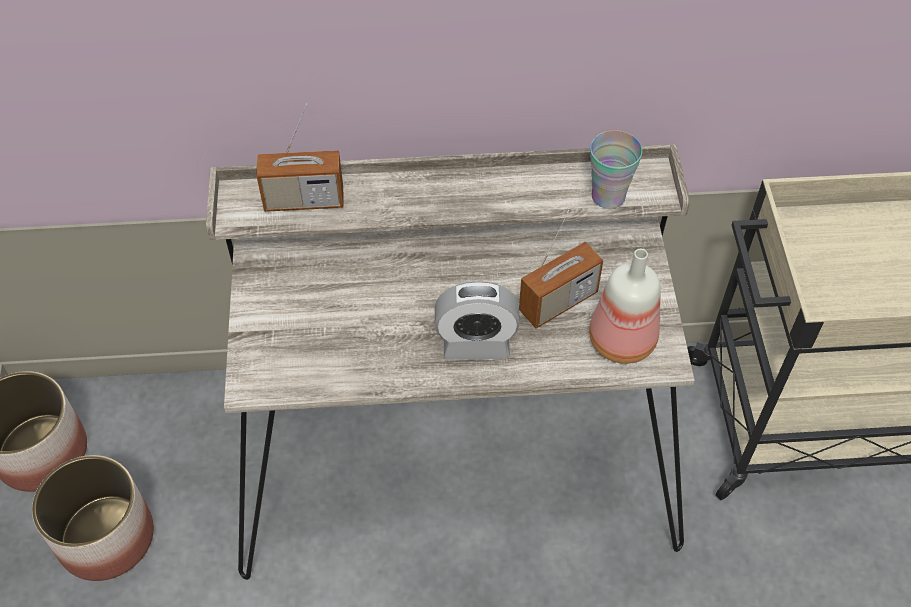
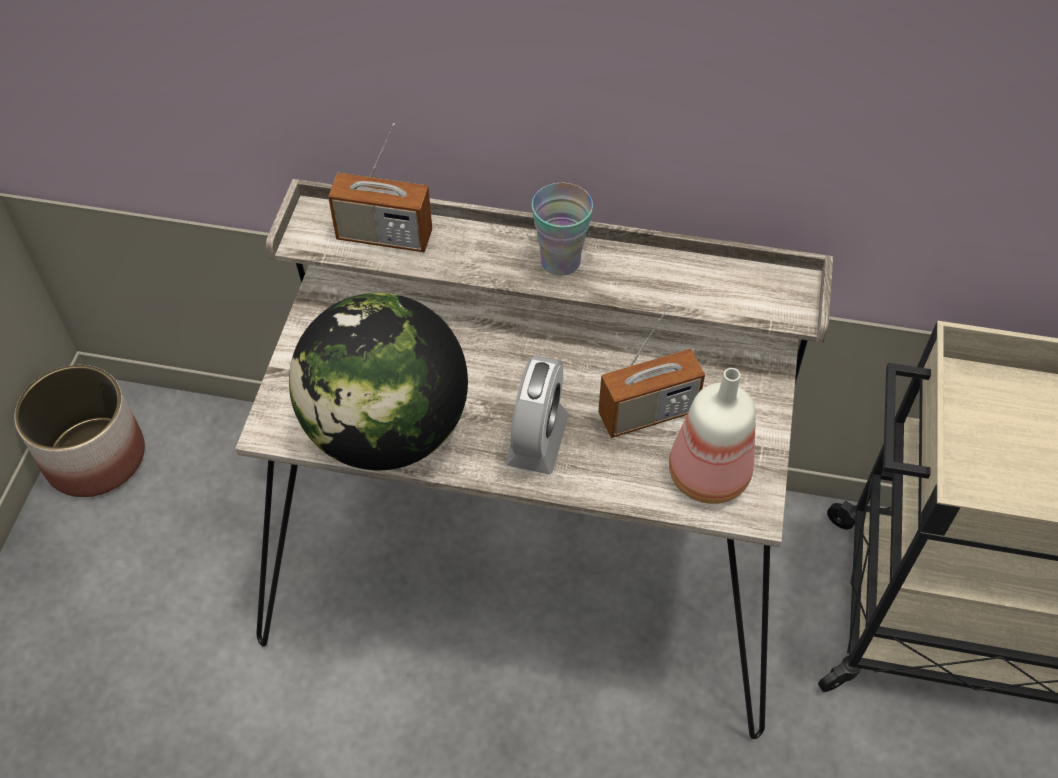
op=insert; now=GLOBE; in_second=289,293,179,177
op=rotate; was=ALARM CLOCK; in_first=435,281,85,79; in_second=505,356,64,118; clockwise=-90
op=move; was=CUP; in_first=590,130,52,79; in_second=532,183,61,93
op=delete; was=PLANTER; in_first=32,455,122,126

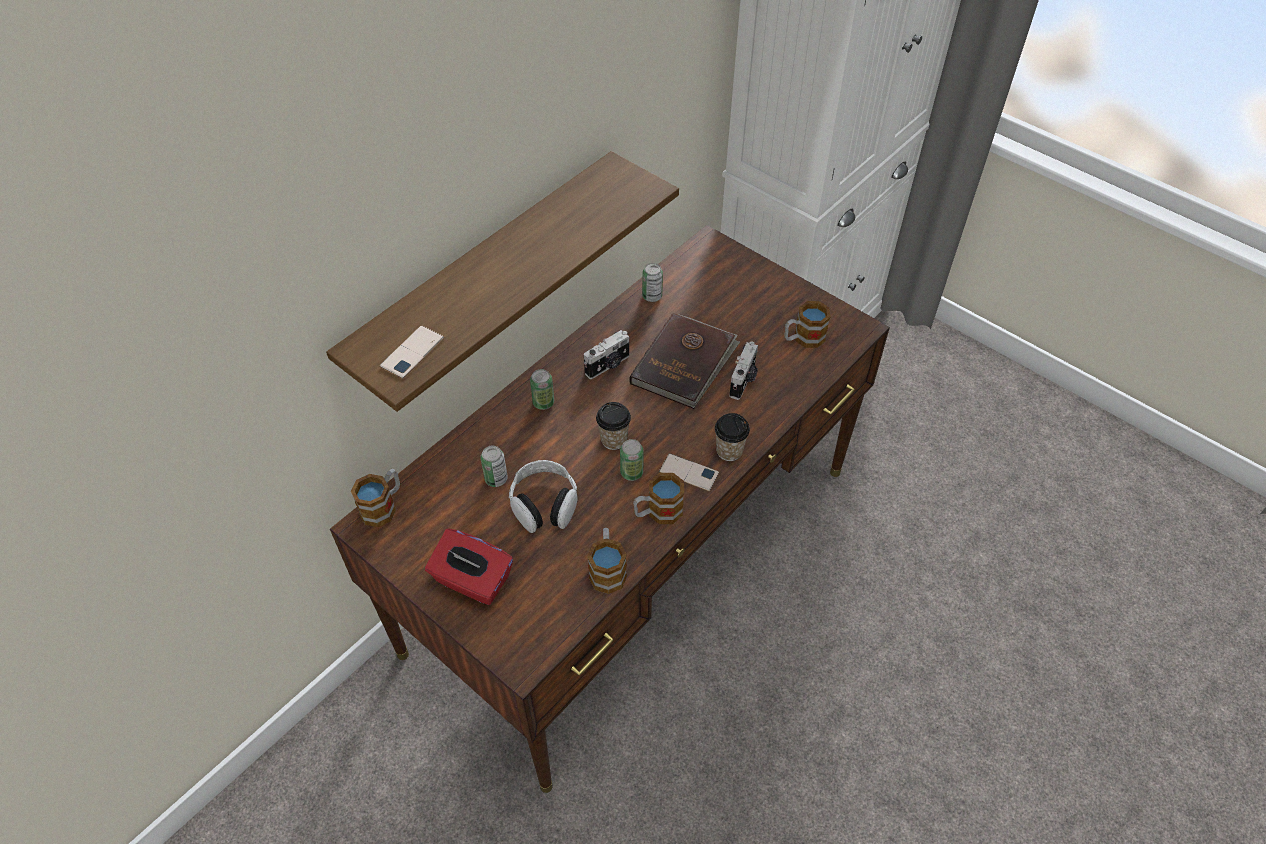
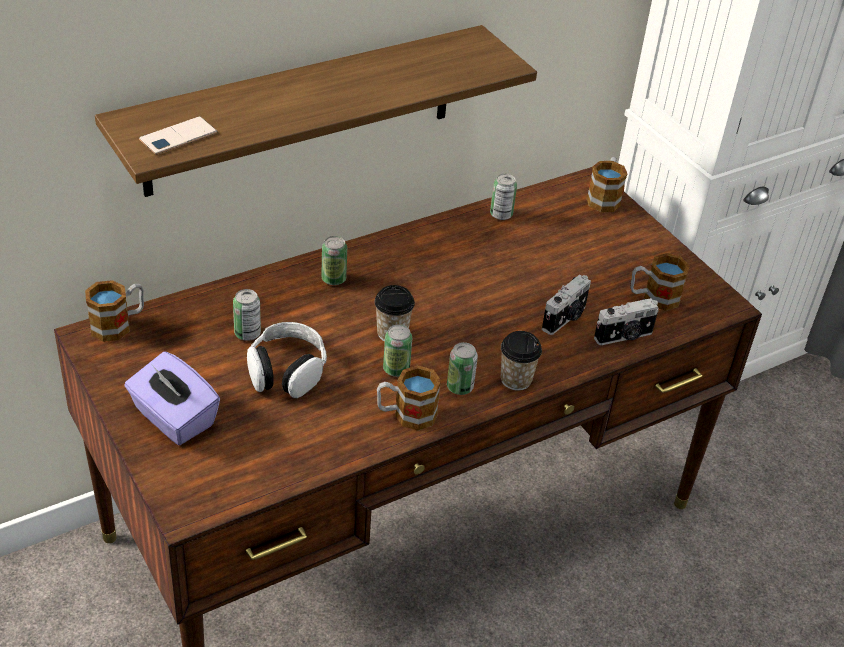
op=recolor; was=RED TISSUE BOX; now=PURPLE TISSUE BOX; in_first=425,528,88,77; in_second=124,352,96,93
op=replace; was=PHONE; now=CAN; in_first=659,453,60,38; in_second=447,342,31,53
op=move; was=MUG; in_first=587,528,40,66; in_second=586,157,41,55
op=move; was=PHOTO CAMERA; in_first=584,330,46,49; in_second=594,298,65,47
op=delete; was=BROWN BOOK; in_first=629,313,111,96

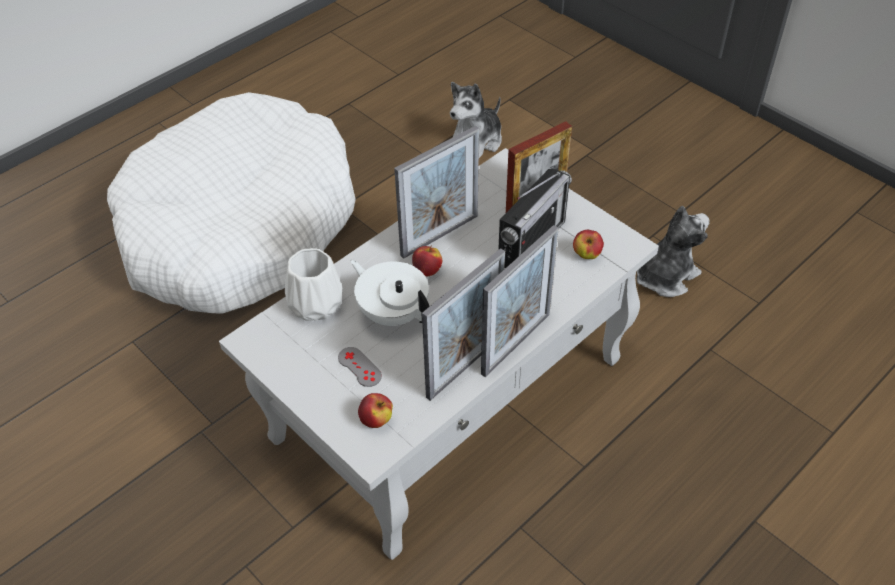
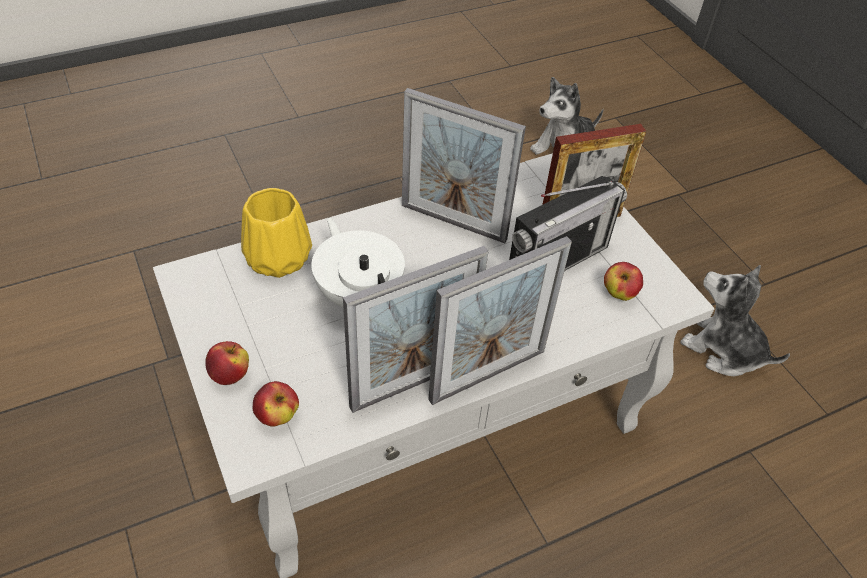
op=move; was=APPLE; in_first=412,246,30,30; in_second=205,341,44,44
op=recolor; was=WHITE VASE; now=YELLOW VASE; in_first=285,248,57,73; in_second=241,188,71,90
op=rotate; was=PICTURE FRAME; in_first=394,126,85,133; in_second=402,88,124,156; clockwise=45
op=rotate; was=PLUSH TOY; in_first=637,206,73,91; in_second=680,265,110,111; clockwise=-120
op=delete; was=WHITE DOG BED; in_first=107,92,249,221
op=delete; was=GREY GAME CONTROLLER; in_first=338,347,44,40

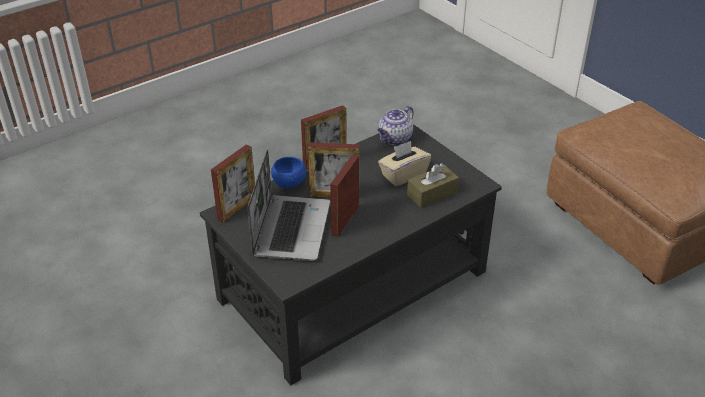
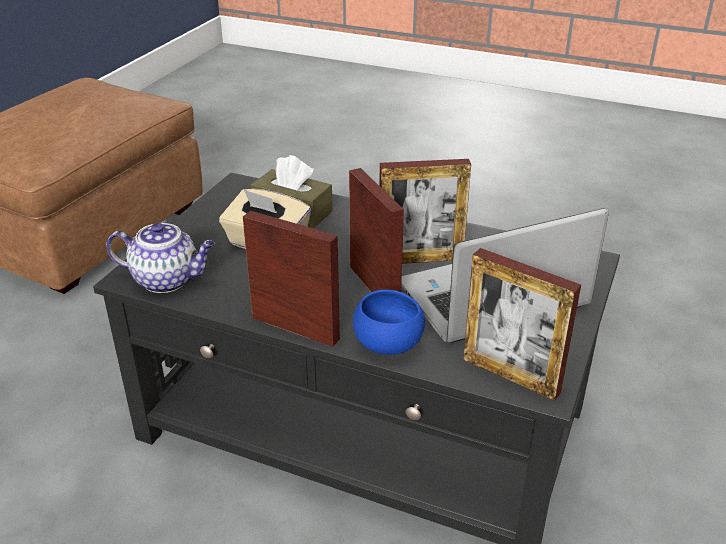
op=rotate; was=PICTURE FRAME; in_first=211,144,44,79; in_second=463,248,118,153; clockwise=-150

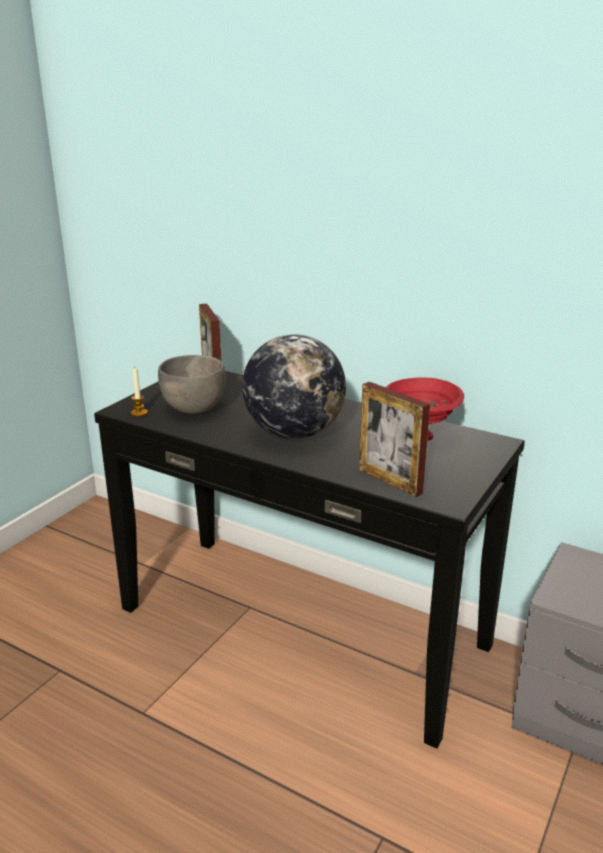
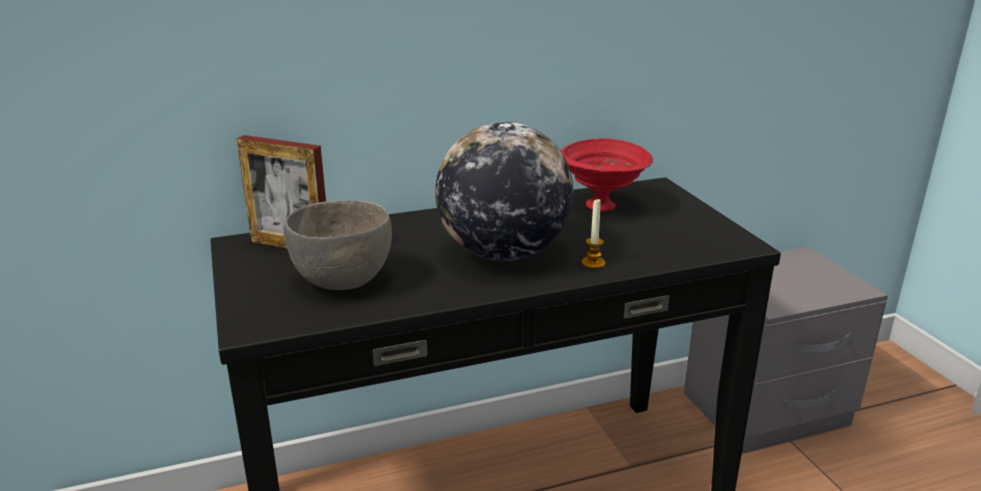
op=move; was=CANDLE; in_first=131,368,17,48; in_second=582,199,23,70
op=delete; was=PICTURE FRAME; in_first=359,382,71,115

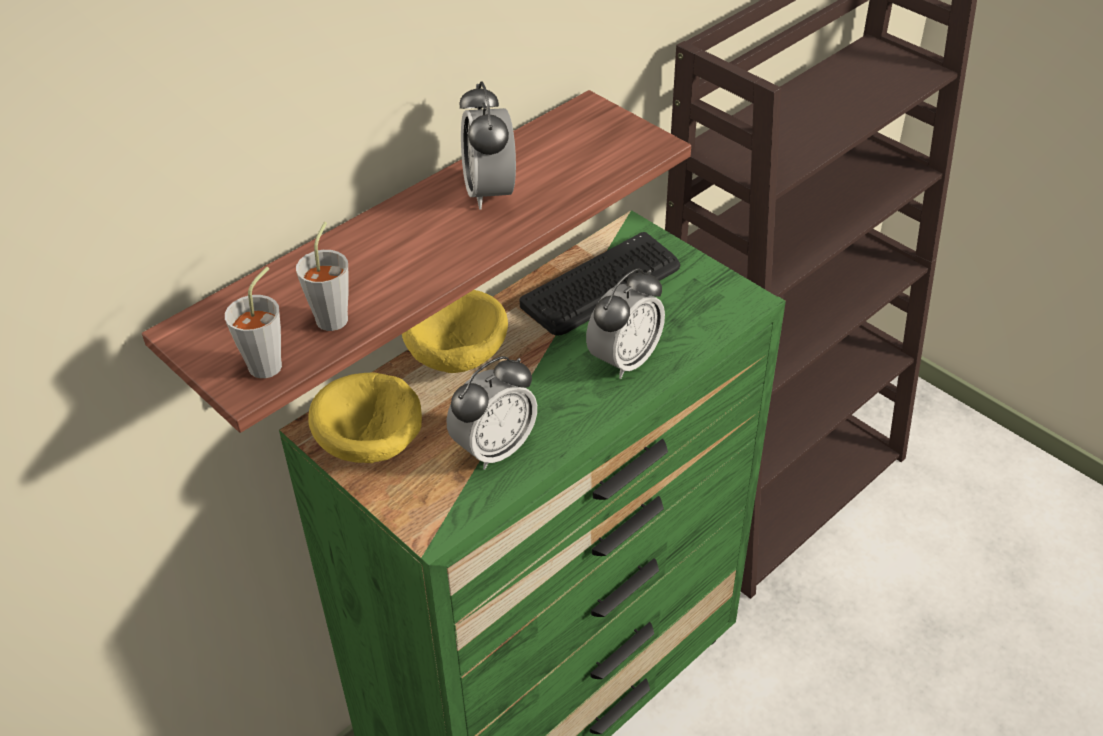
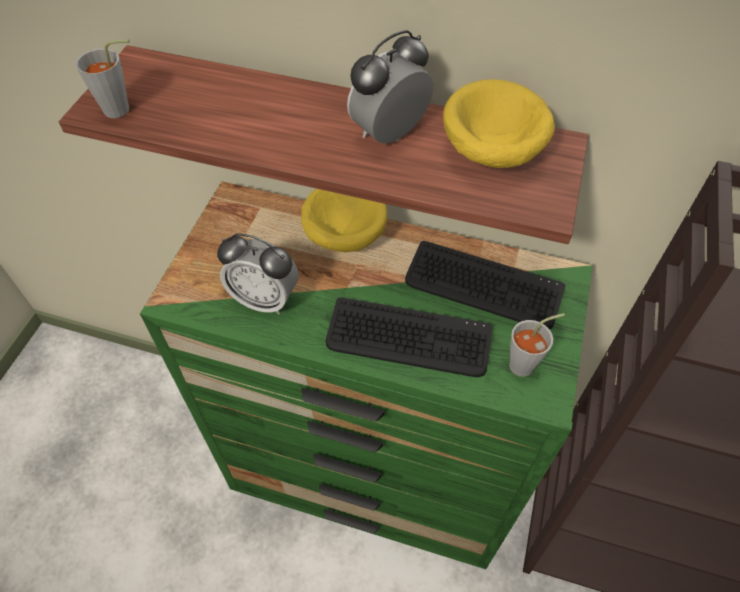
op=replace; was=ALARM CLOCK; now=KEYBOARD; in_first=586,268,79,111; in_second=326,297,167,80
op=move; was=YELLOW BOWL; in_first=308,373,114,90; in_second=443,79,112,89
op=move; was=GREY CUP; in_first=296,222,53,109; in_second=509,313,56,64

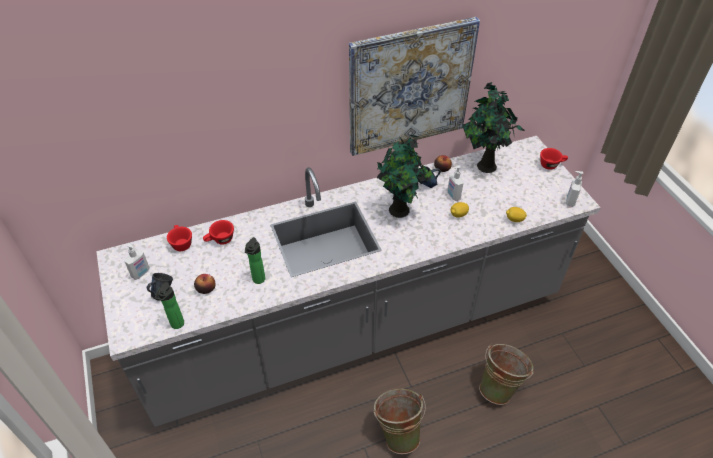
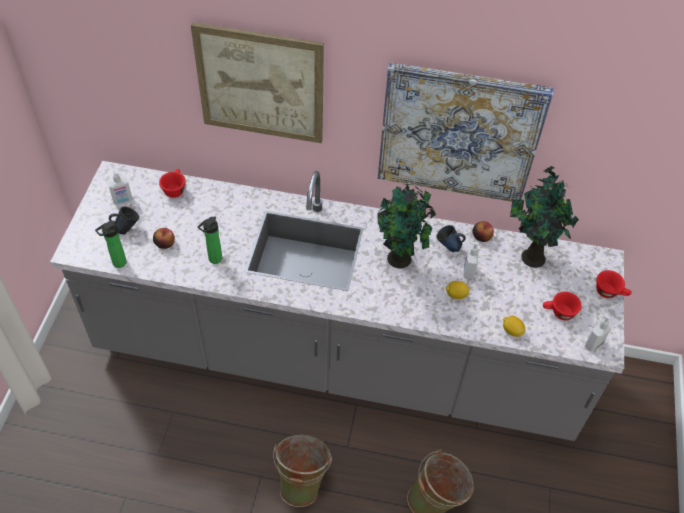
op=insert; now=PICTURE; in_second=191,22,133,121
op=move; was=RED CUP; in_first=203,220,31,25; in_second=543,292,39,28

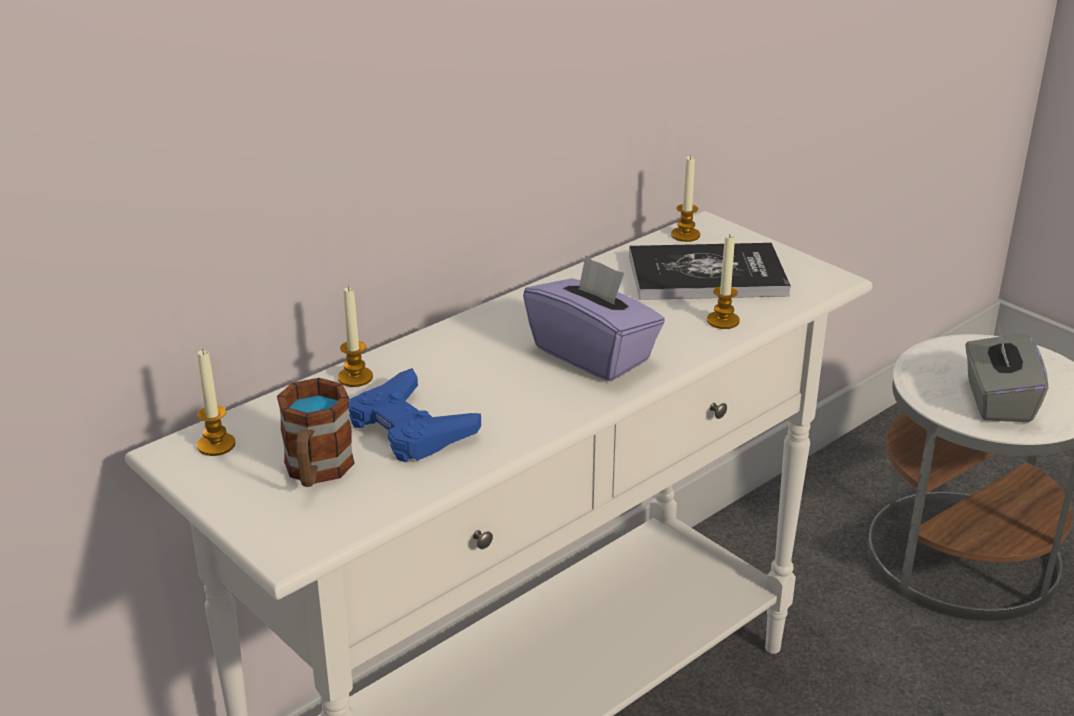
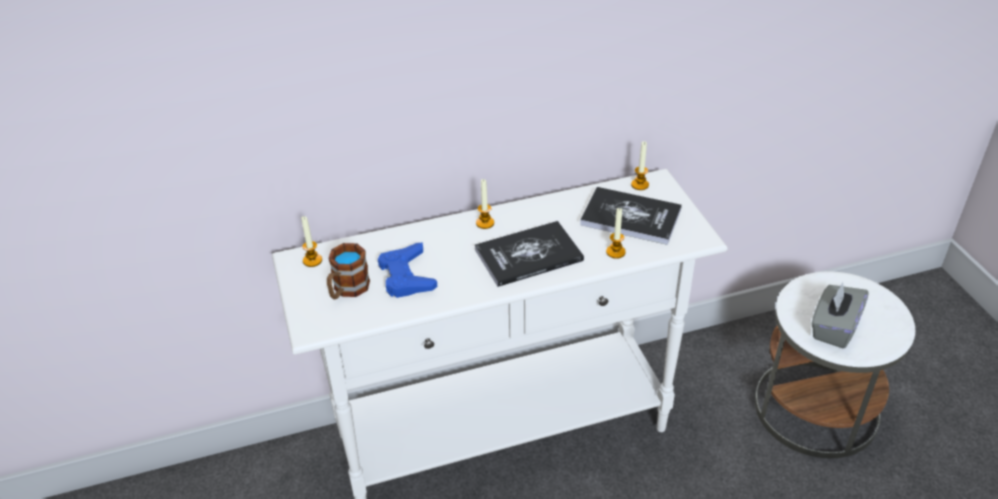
op=replace; was=PURPLE TISSUE BOX; now=BOOK; in_first=523,255,142,126; in_second=475,221,109,66
op=move; was=CANDLE; in_first=338,286,35,101; in_second=476,179,18,50

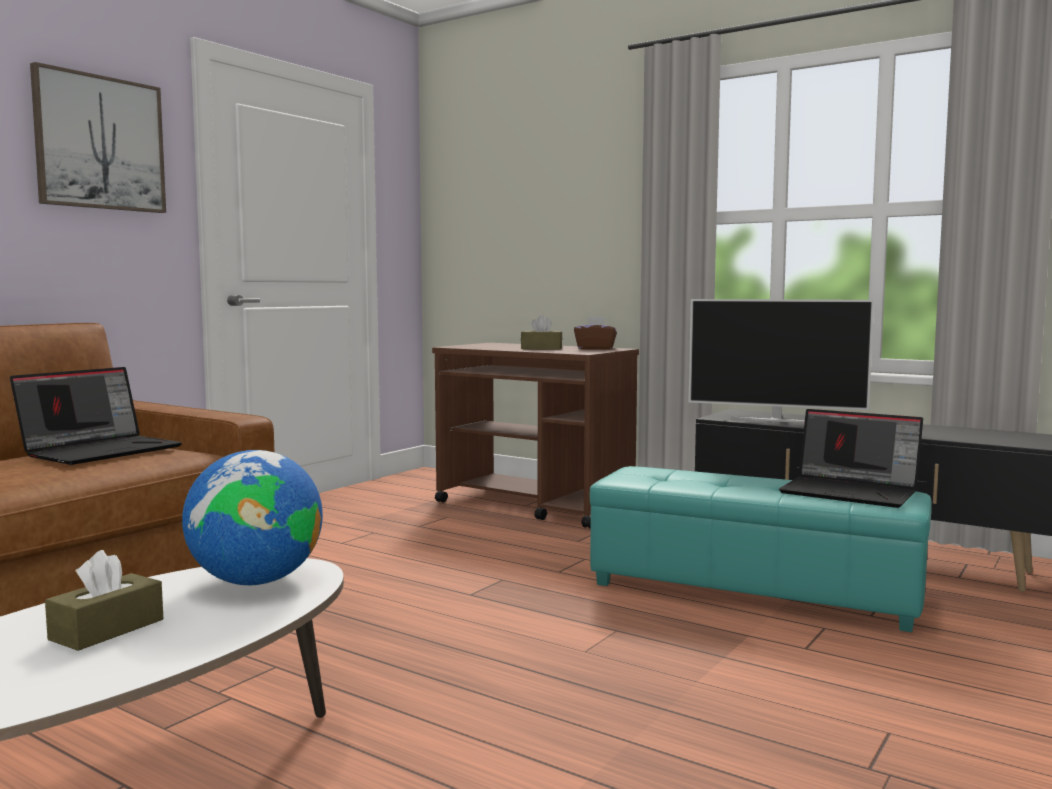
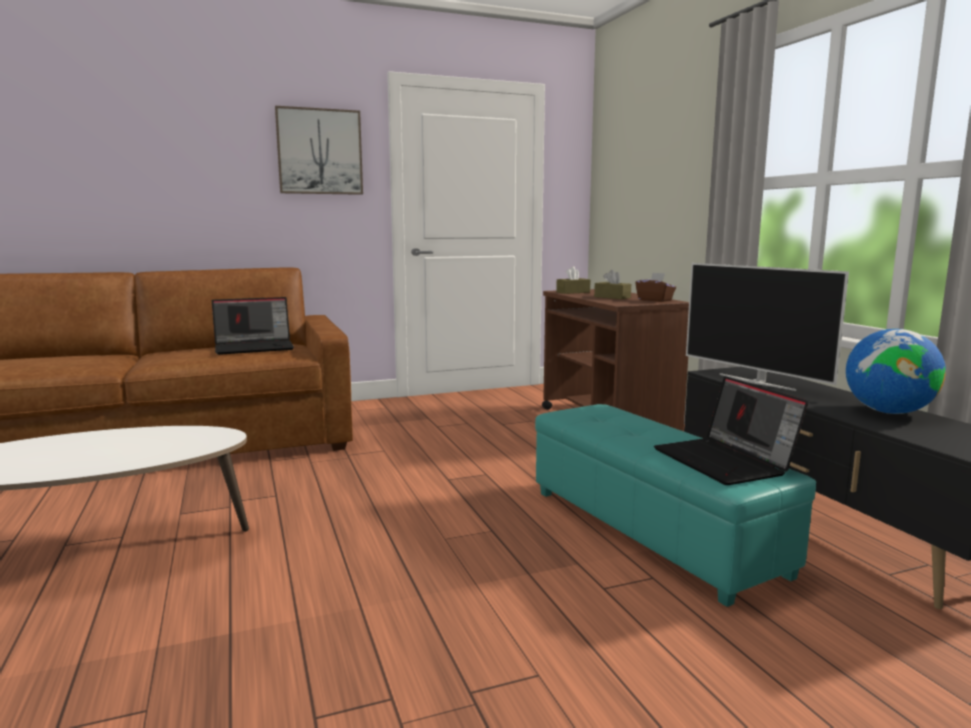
op=move; was=BROWN TISSUE BOX; in_first=45,550,118,101; in_second=556,266,35,28
op=move; was=GLOBE; in_first=182,450,141,135; in_second=846,329,100,85

